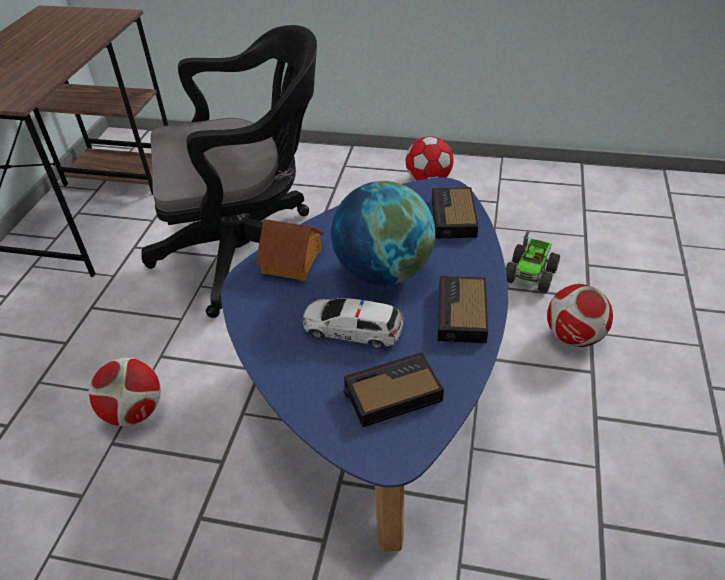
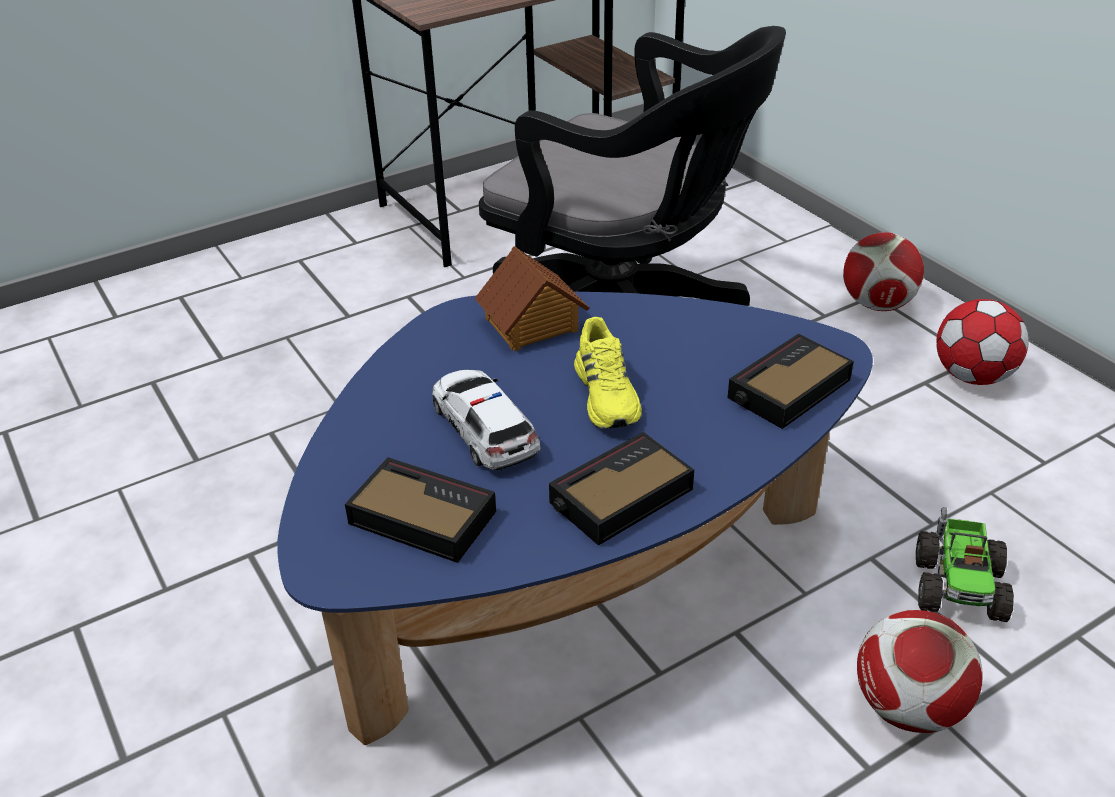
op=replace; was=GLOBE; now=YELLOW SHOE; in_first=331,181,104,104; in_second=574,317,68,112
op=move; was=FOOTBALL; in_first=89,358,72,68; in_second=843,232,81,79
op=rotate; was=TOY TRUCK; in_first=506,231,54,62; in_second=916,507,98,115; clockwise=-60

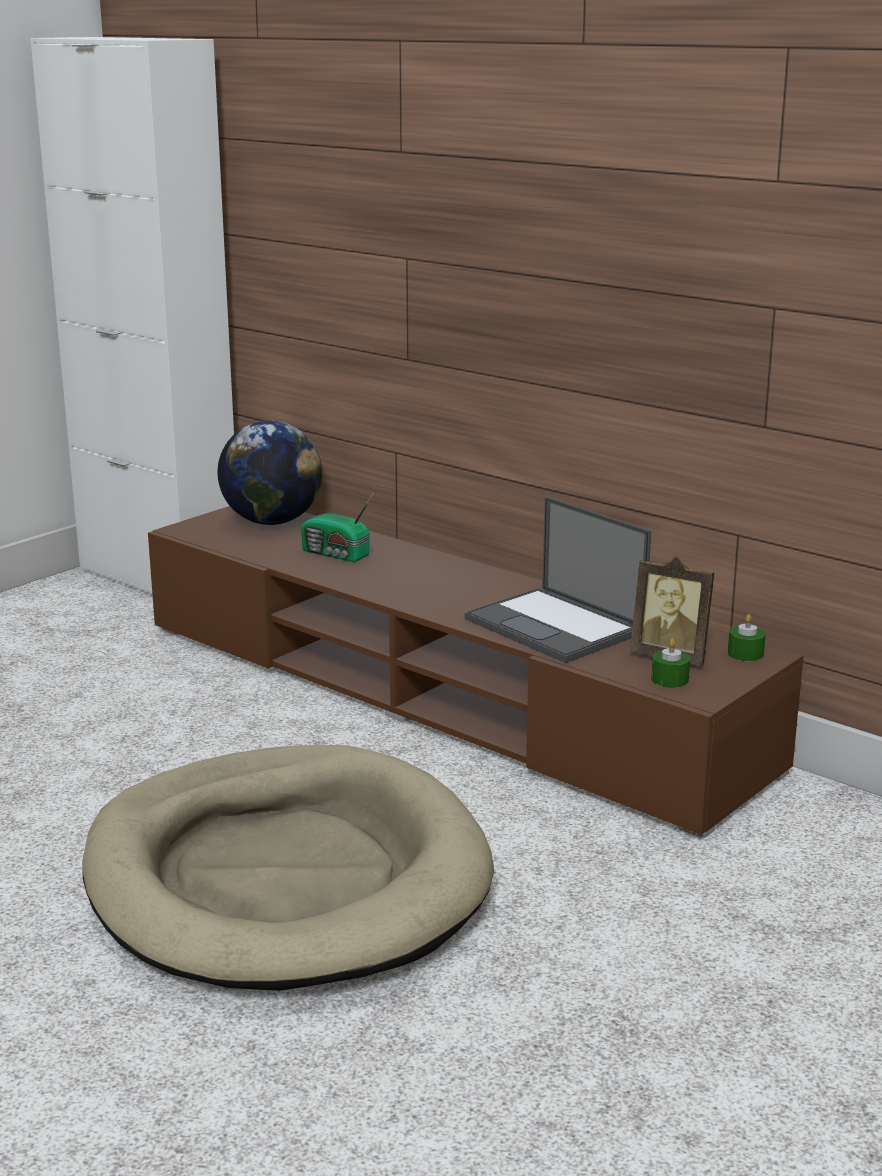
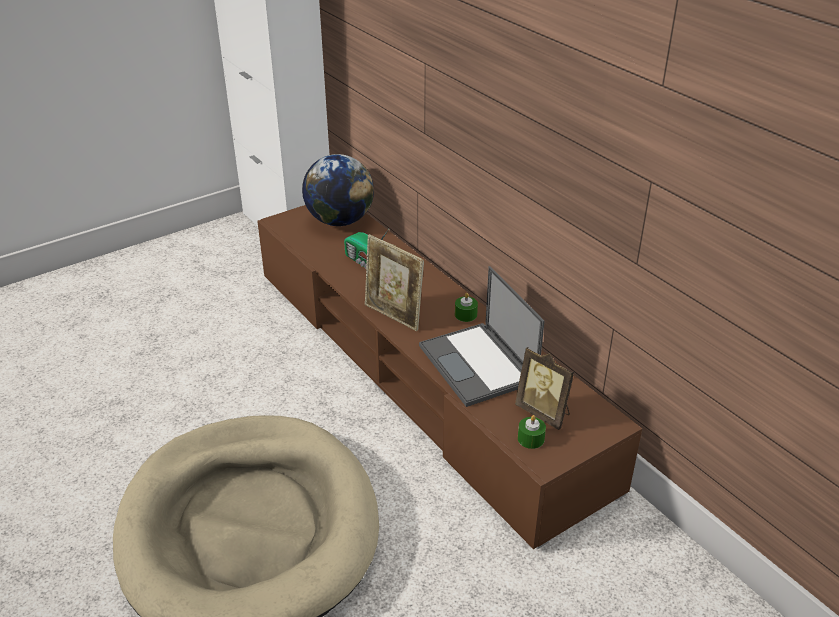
op=insert; now=PICTURE FRAME; in_second=365,234,59,97
op=move; was=GREEN CANDLE; in_first=728,614,38,47; in_second=455,293,23,29

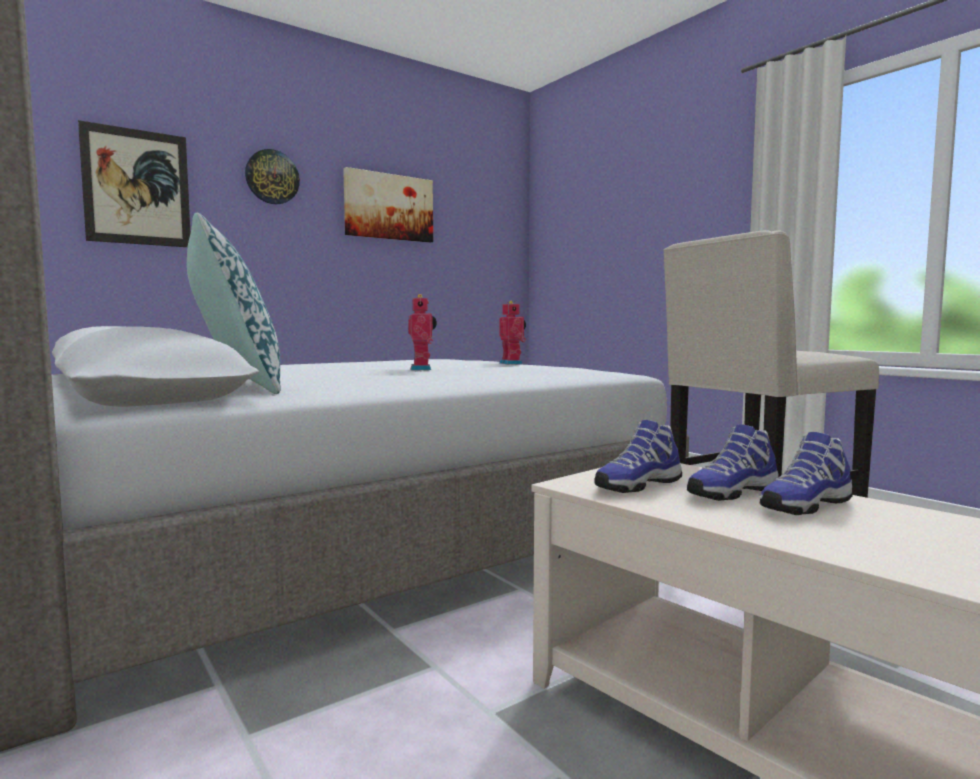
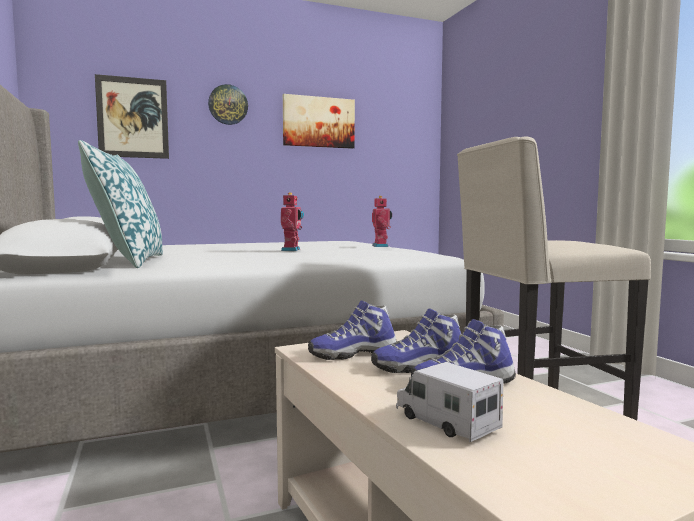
op=insert; now=TOY TRUCK; in_second=396,362,107,80

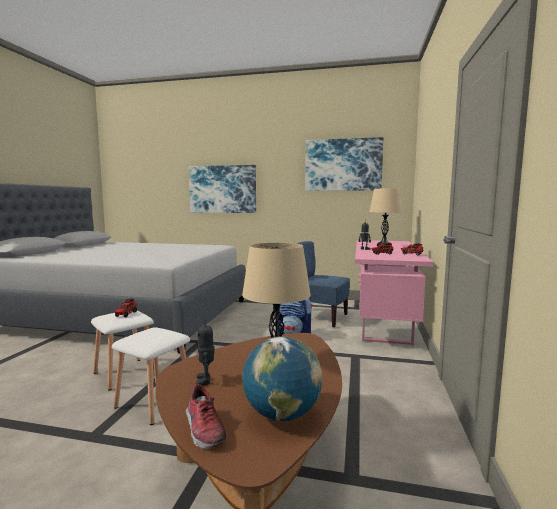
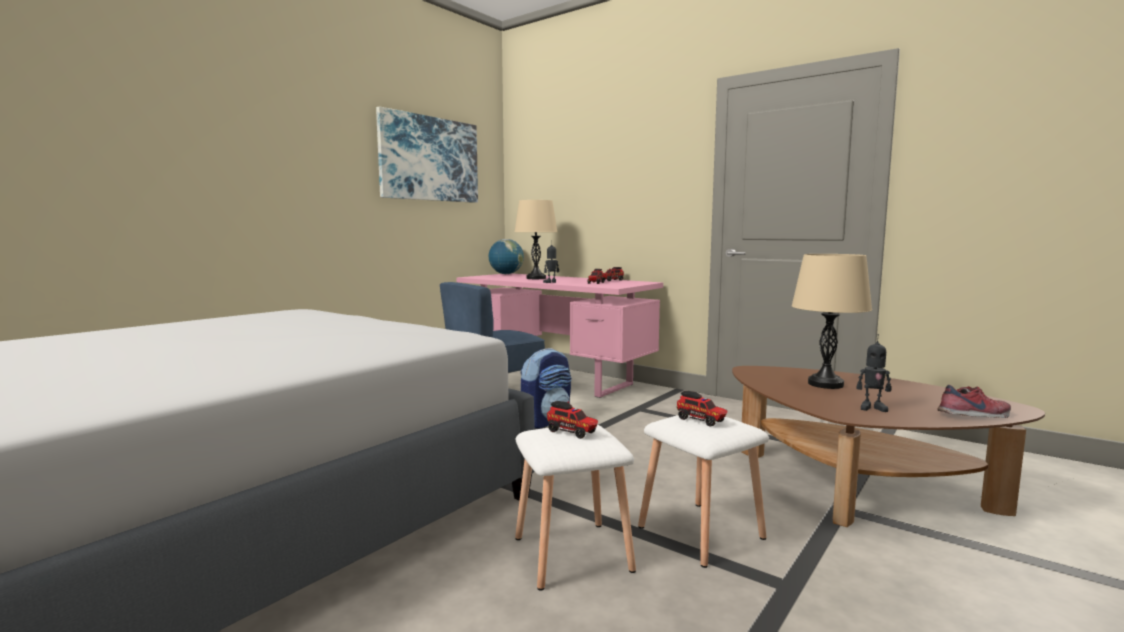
op=move; was=GLOBE; in_first=242,336,81,85; in_second=488,239,36,35
op=insert; now=TOY TRUCK; in_second=677,391,50,36
op=delete; was=PICTURE; in_first=189,165,67,48

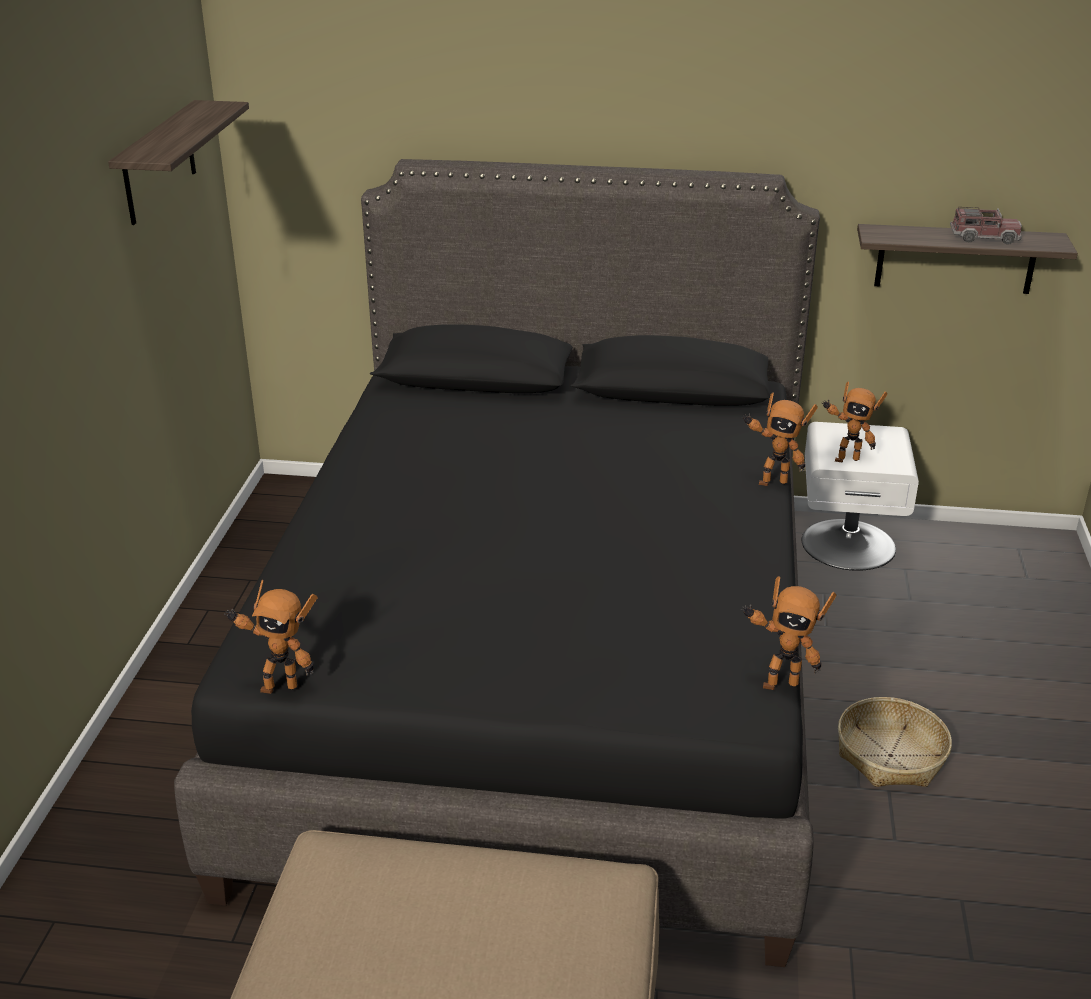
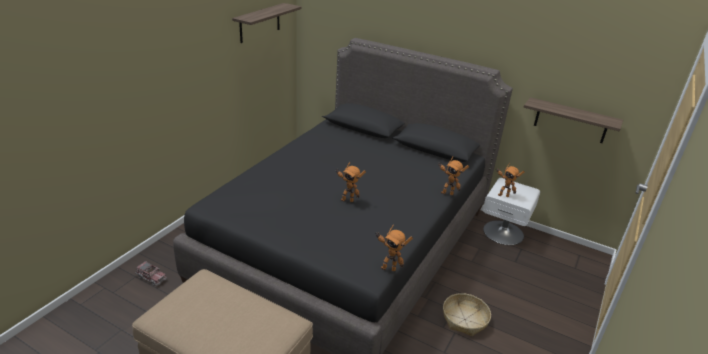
op=move; was=TOY TRUCK; in_first=950,207,72,37; in_second=135,261,32,25
op=move; was=TOY ROBOT; in_first=224,580,94,114; in_second=335,162,31,40

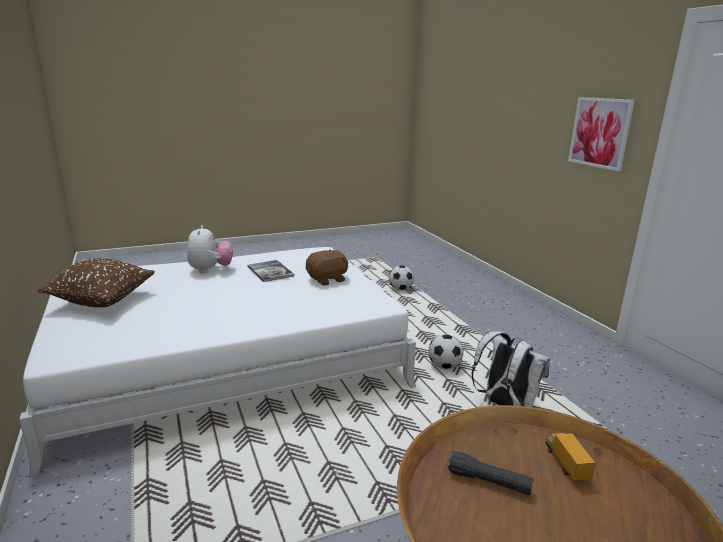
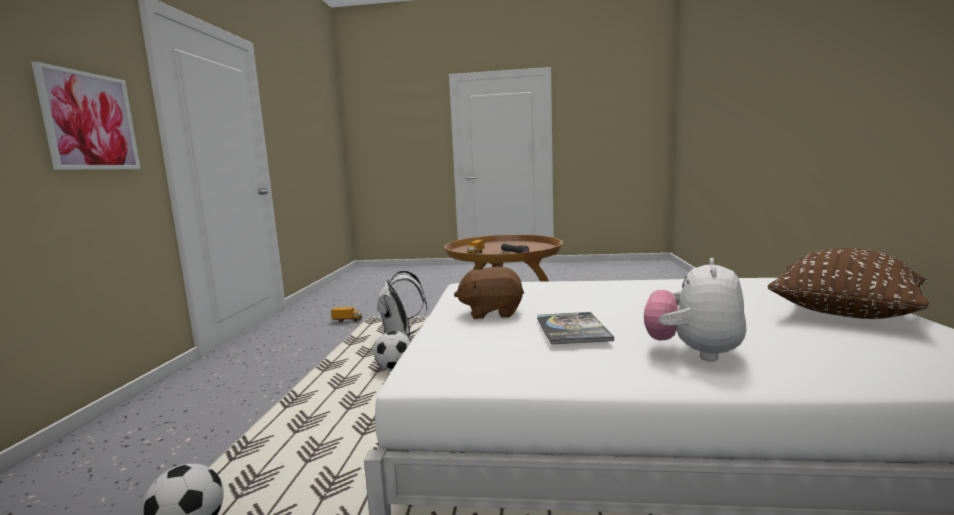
op=insert; now=TOY TRUCK; in_second=331,307,31,16

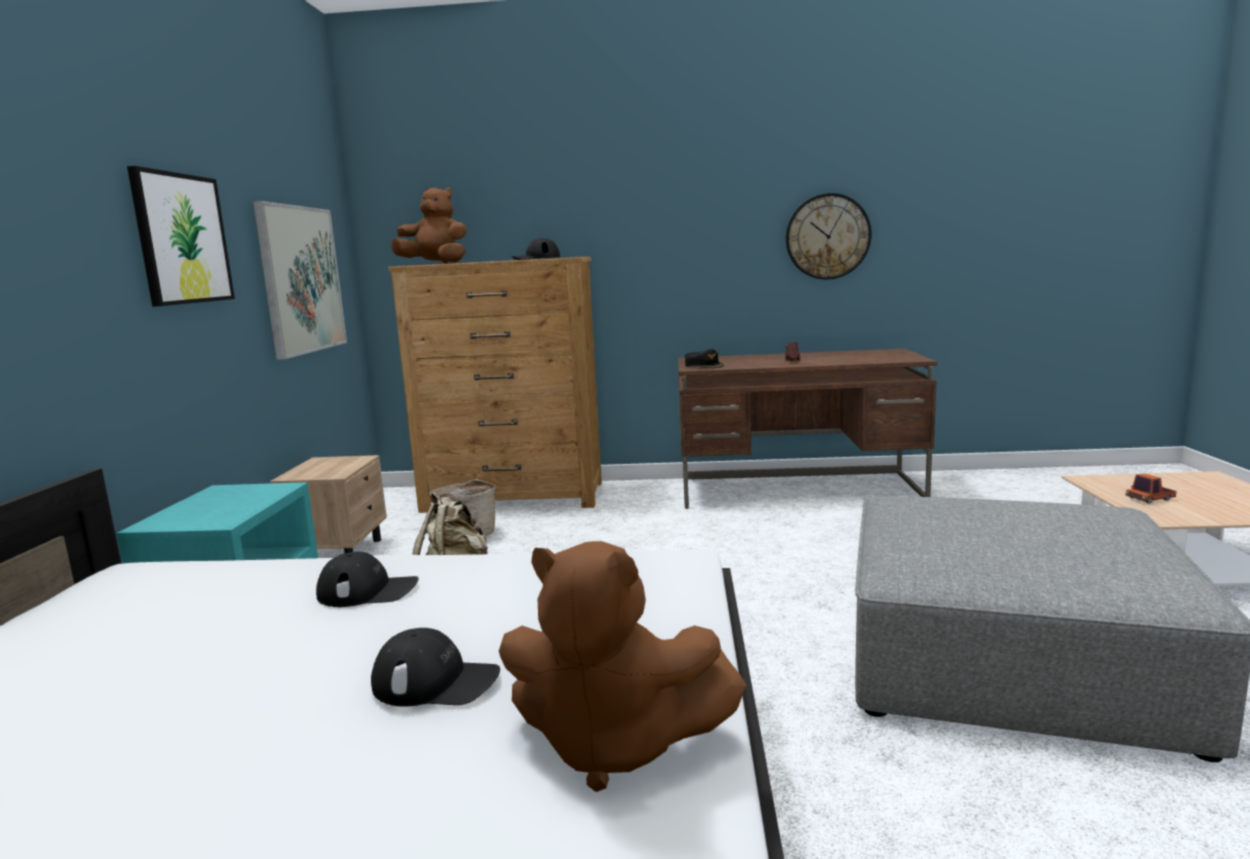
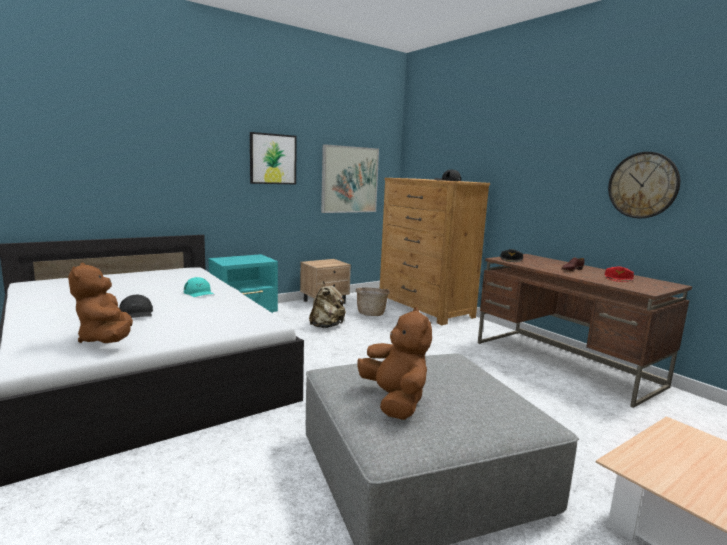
op=recolor; was=BLACK CAP; now=TURQUOISE CAP; in_first=316,552,102,55; in_second=184,277,30,20
op=move; was=BROWN PLUSH TOY; in_first=391,187,76,77; in_second=357,307,75,113
op=insert; now=RED CAP; in_second=605,267,29,15
op=delete; was=TOY TRUCK; in_first=1126,473,51,31

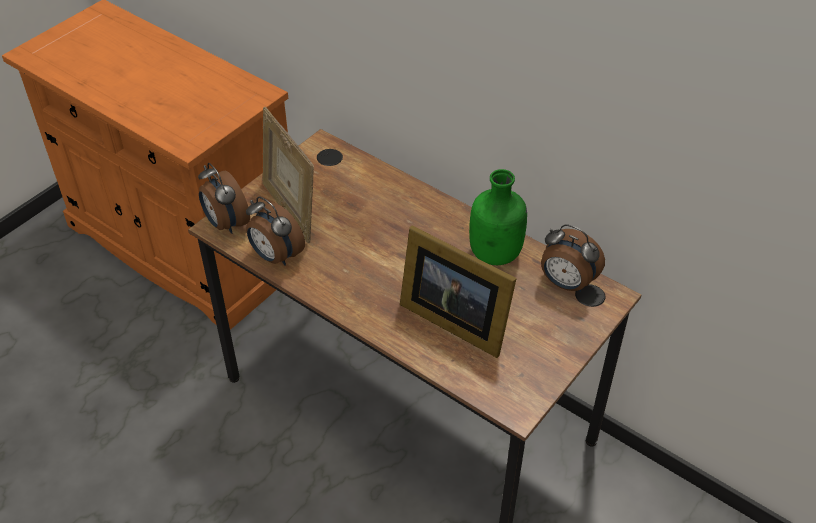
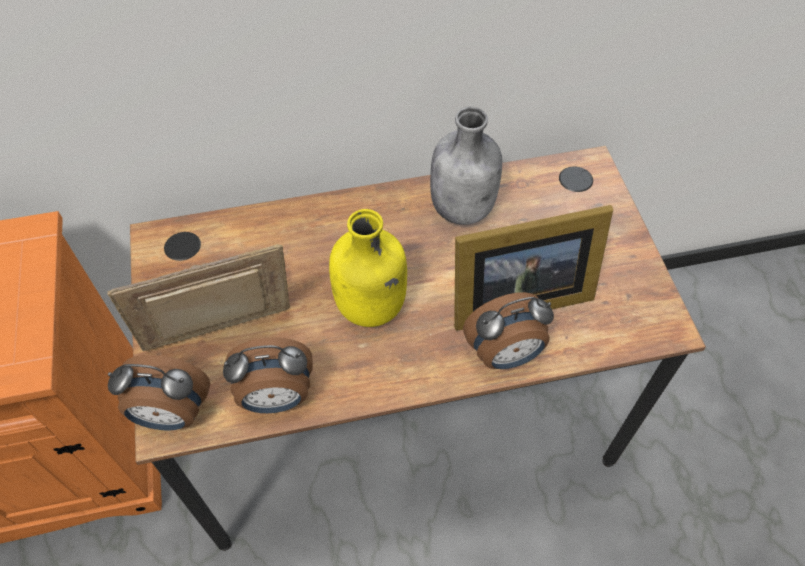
op=rotate; was=PICTURE FRAME; in_first=263,107,51,136; in_second=108,244,182,107; clockwise=150
op=insert; now=YELLOW BOTTLE; in_second=329,209,78,118
op=recolor; was=GREEN BOTTLE; now=GREY BOTTLE; in_first=469,169,58,96; in_second=430,107,72,118
op=move; was=ALARM CLOCK; in_first=541,224,64,68; in_second=463,292,91,77

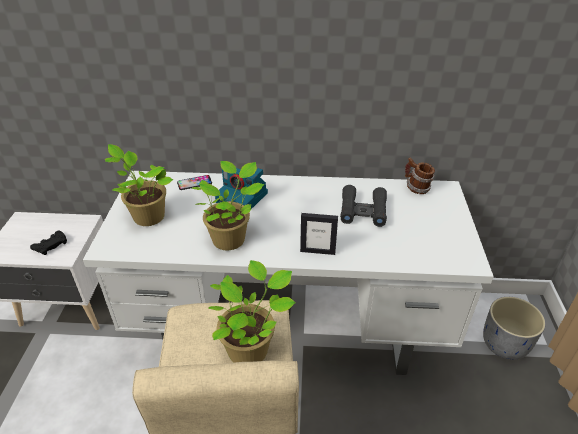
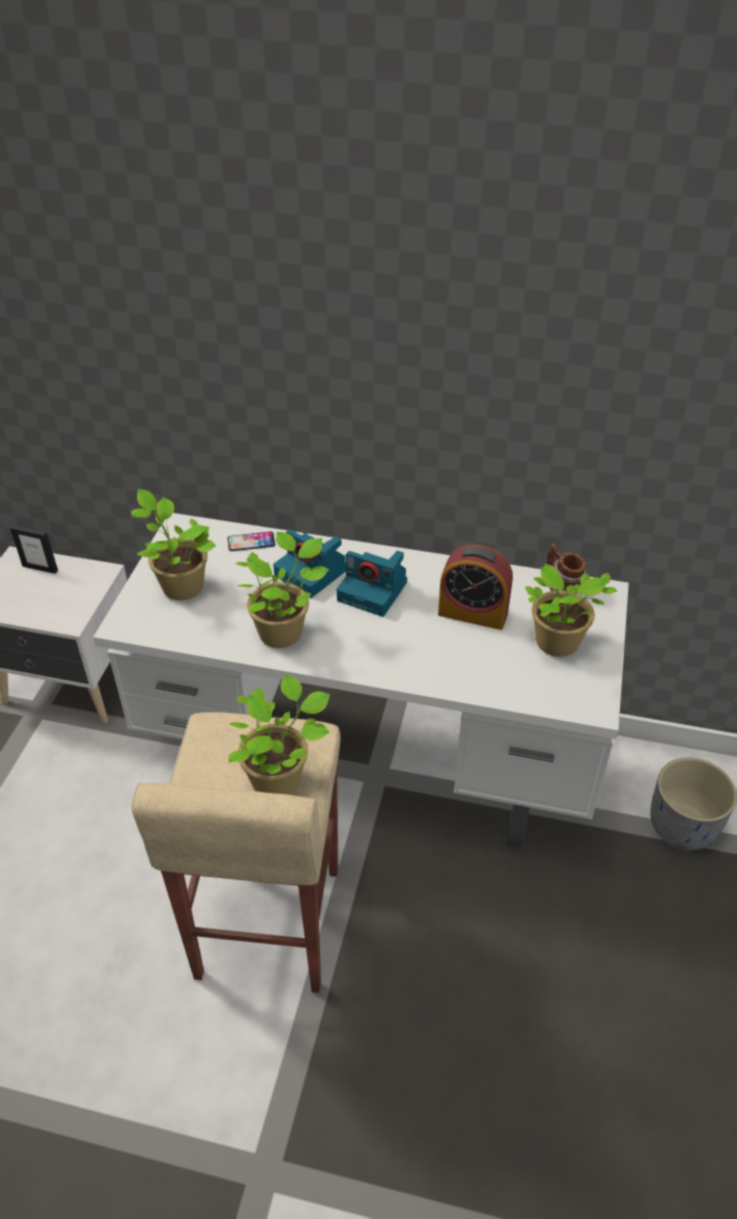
op=move; was=PICTURE FRAME; in_first=300,213,38,42; in_second=10,525,48,49
op=insert; now=PHOTO CAMERA; in_second=337,551,70,66
op=replace; was=BLACK BINOCULARS; now=ALARM CLOCK; in_first=340,185,47,42; in_second=438,545,75,85
op=insert; now=POTTED PLANT; in_second=525,563,92,94
op=delete; was=BLACK GAME CONTROLLER; in_first=30,231,37,24

